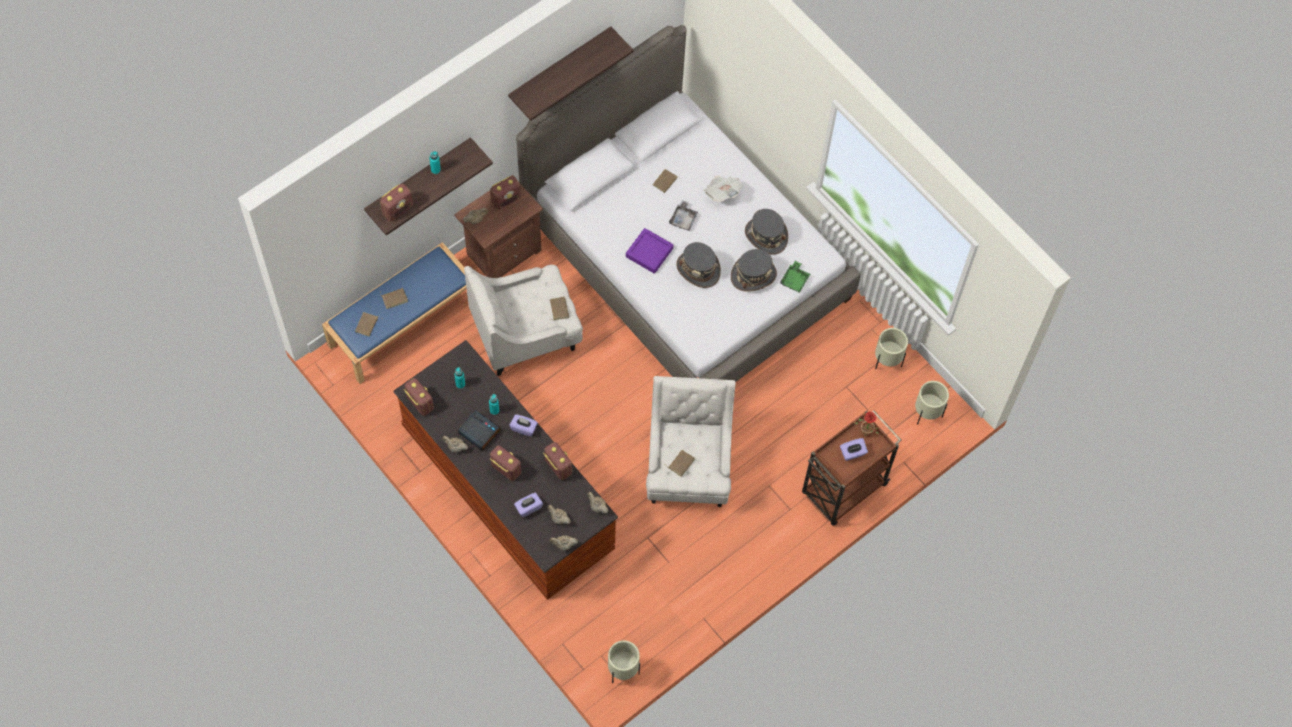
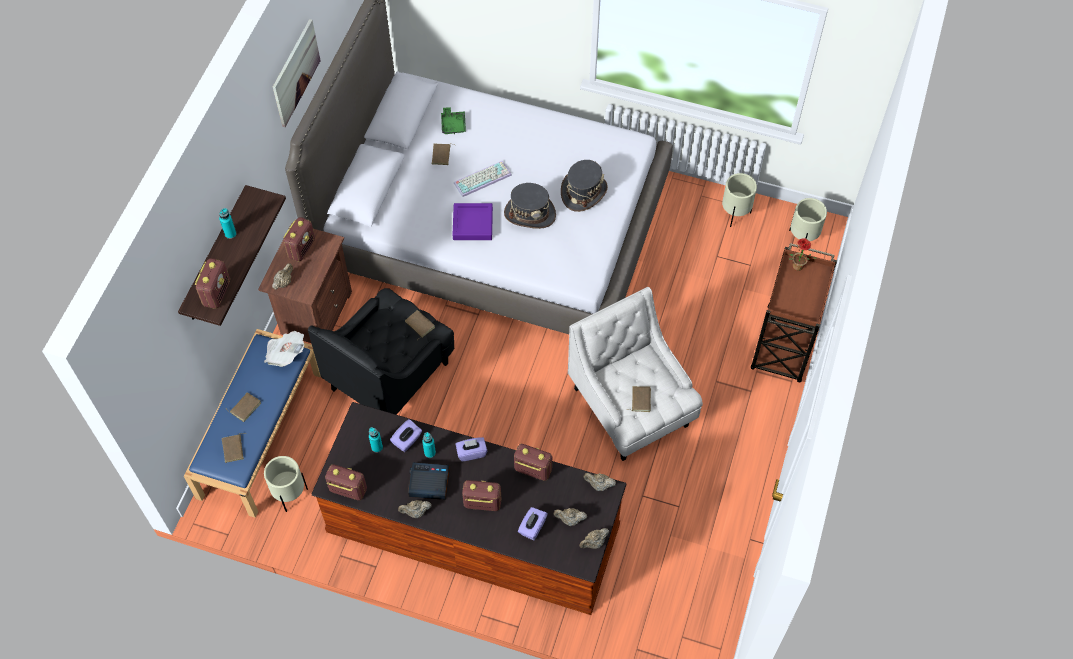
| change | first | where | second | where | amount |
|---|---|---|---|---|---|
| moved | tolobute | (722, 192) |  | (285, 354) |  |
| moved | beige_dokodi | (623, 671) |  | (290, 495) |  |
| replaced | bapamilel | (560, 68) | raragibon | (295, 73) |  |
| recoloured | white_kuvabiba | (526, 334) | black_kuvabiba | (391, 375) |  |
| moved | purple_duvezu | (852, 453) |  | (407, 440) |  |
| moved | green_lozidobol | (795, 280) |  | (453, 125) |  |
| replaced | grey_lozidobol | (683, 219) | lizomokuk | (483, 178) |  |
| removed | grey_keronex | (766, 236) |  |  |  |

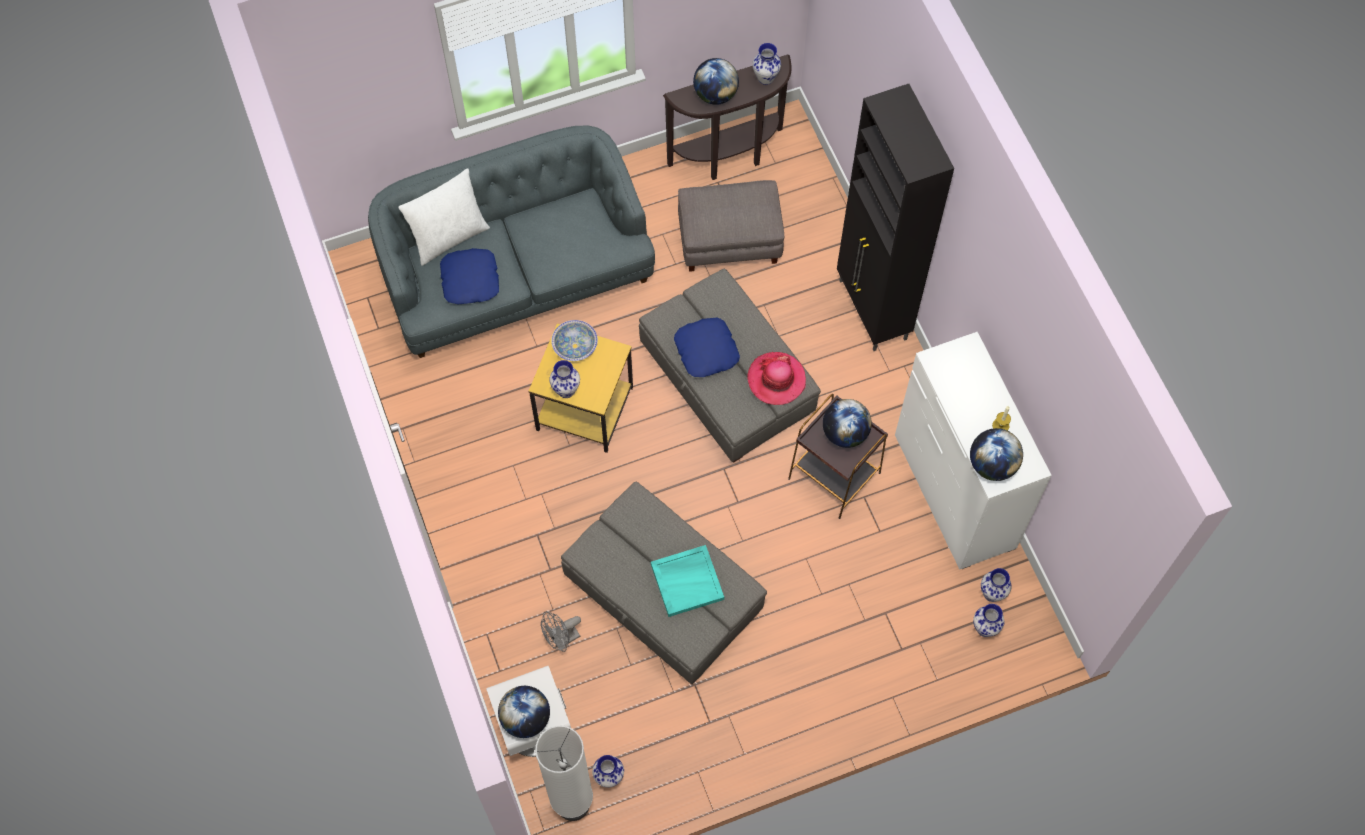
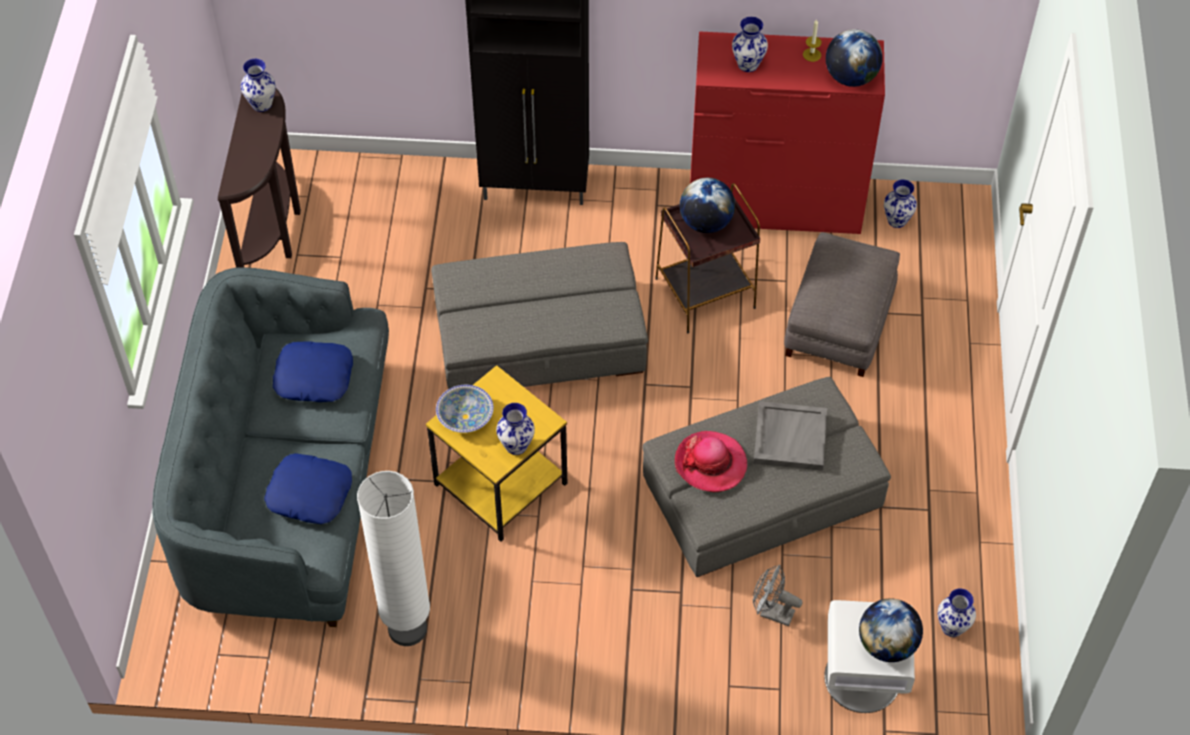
| change | first | where | second | where | amount |
|---|---|---|---|---|---|
| moved | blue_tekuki | (707, 350) |  | (314, 376) |  |
| moved | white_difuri | (573, 804) |  | (407, 629) |  |
| moved | keronex | (776, 379) |  | (710, 463) |  |
| recoloured | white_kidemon | (954, 492) | red_kidemon | (774, 205) |  |
| moved | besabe | (985, 629) |  | (748, 64) |  |
| turned | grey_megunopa | (562, 640) |  | (771, 612) | 120 degrees clockwise |
| recoloured | turquoise_lozidobol | (687, 581) | grey_lozidobol | (789, 437) |  |
| moved | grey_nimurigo | (729, 240) |  | (839, 325) |  |
| removed | white_tekuki | (449, 237) |  |  |  |
| removed | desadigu | (715, 94) |  |  |  |

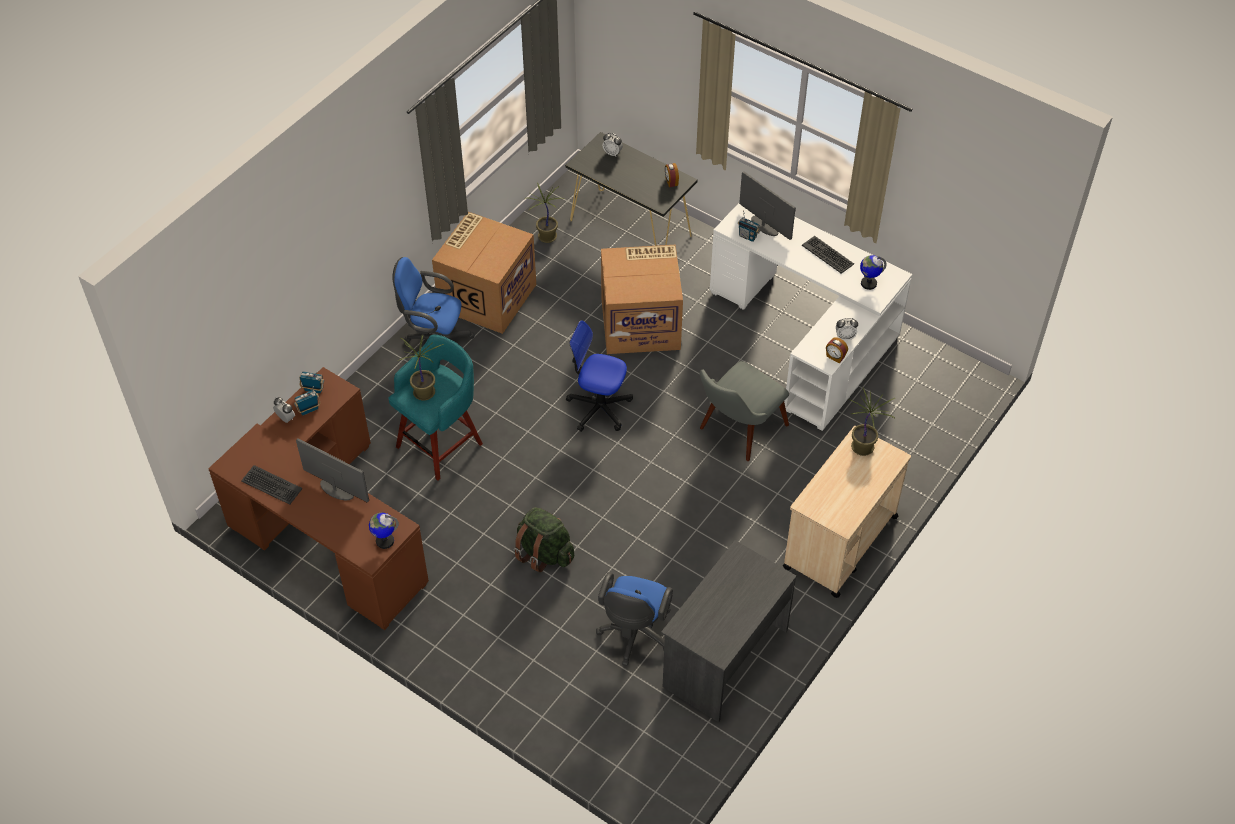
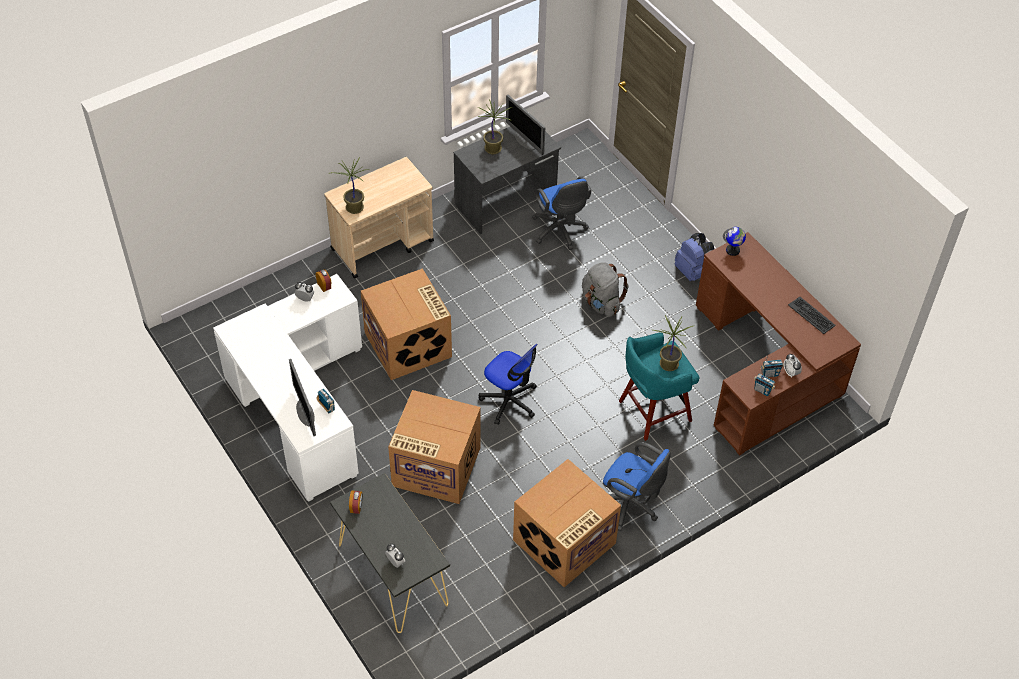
| change | first | where | second | where | amount |
|---|---|---|---|---|---|
| replaced | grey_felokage | (736, 432) | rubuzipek | (409, 345) |  |
| moved | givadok | (546, 237) |  | (494, 149) |  |
| moved | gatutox | (336, 489) |  | (525, 141) |  |
| turned | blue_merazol | (634, 635) |  | (560, 232) | 120 degrees clockwise |
| recoloured | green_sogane | (544, 553) | grey_sogane | (601, 303) |  |
| added |  |  | blue_sogane | (691, 271) |  |
| removed | lizomokuk | (828, 254) |  |  |  |
| removed | desadigu | (868, 283) |  |  |  |

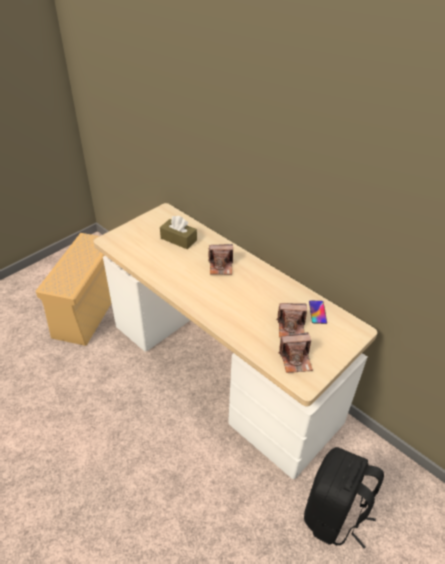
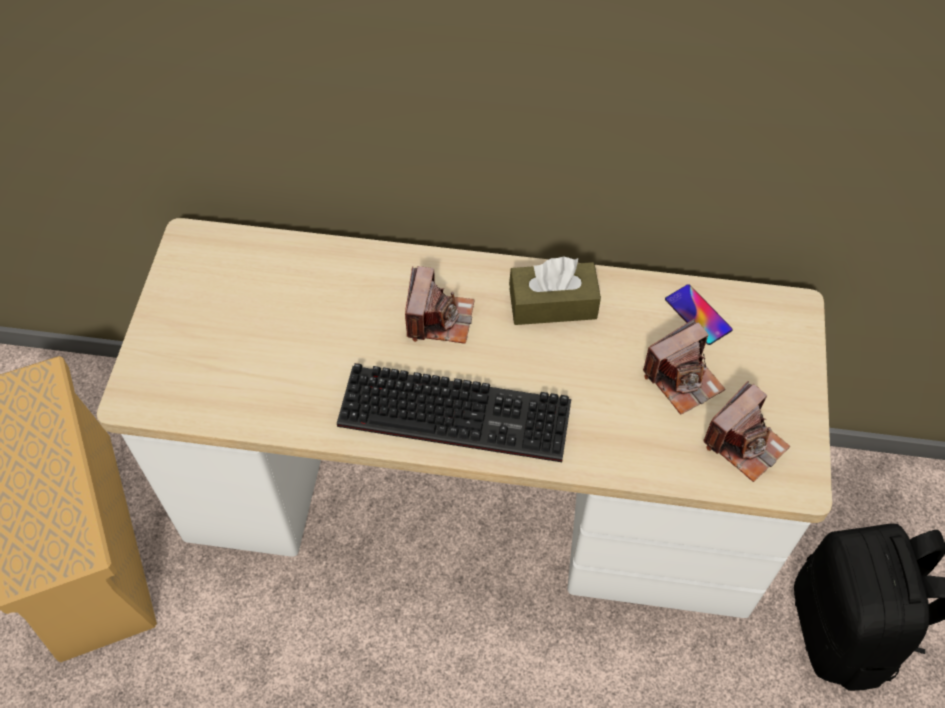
| change | first | where | second | where | amount |
|---|---|---|---|---|---|
| added |  |  | lizomokuk | (459, 411) |  |
| turned | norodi | (221, 266) |  | (439, 318) | 45 degrees counterclockwise |
| moved | brown_duvezu | (178, 239) |  | (552, 304) |  |

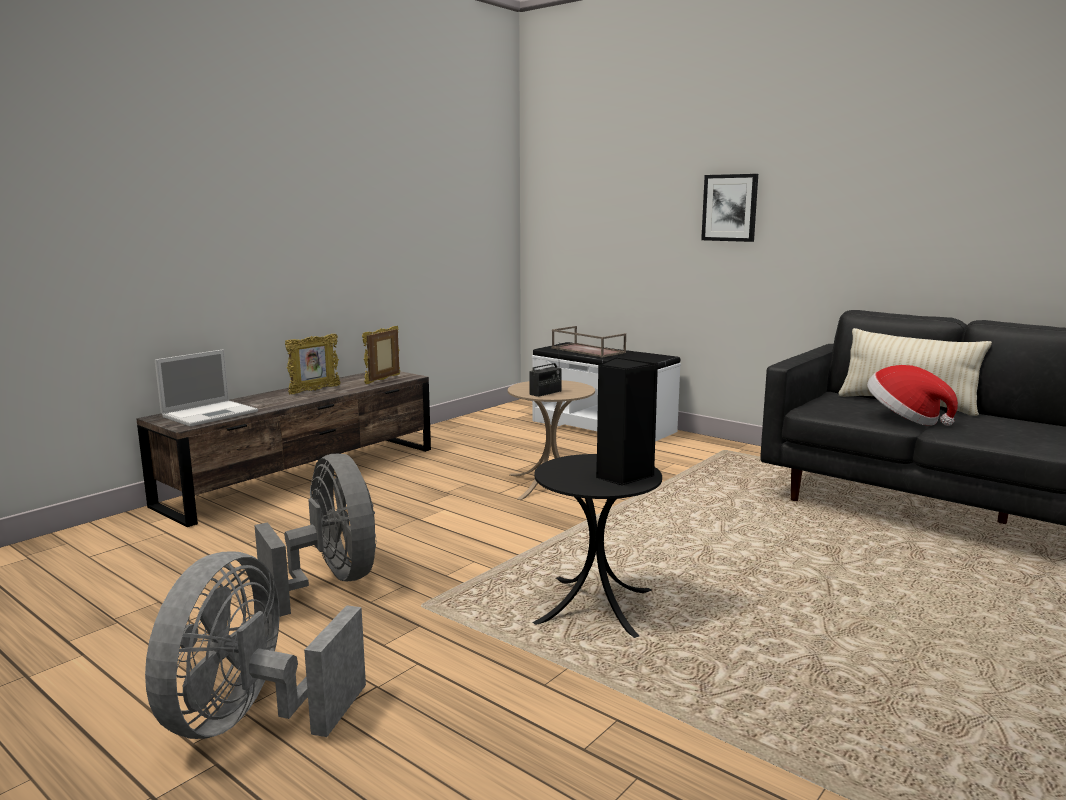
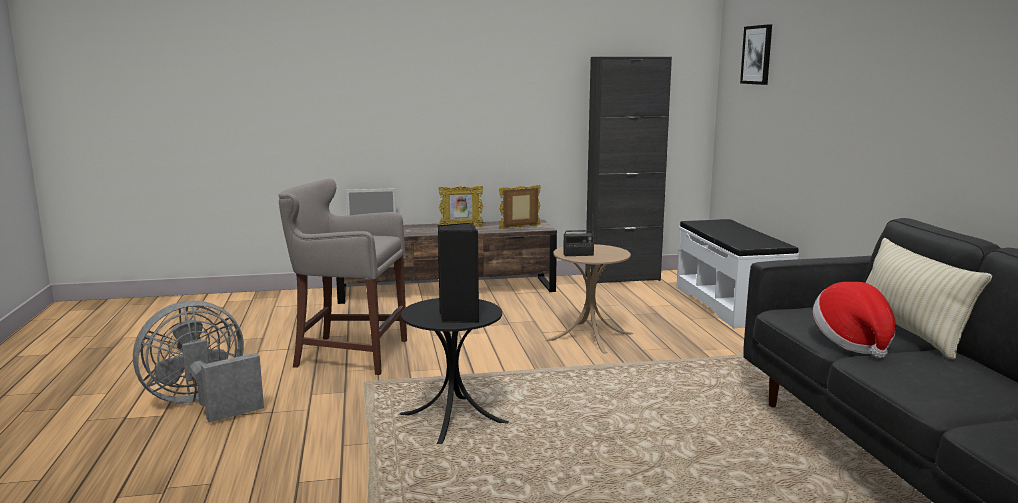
| change | first | where | second | where | amount |
|---|---|---|---|---|---|
| replaced | grey_megunopa | (330, 581) | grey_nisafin | (348, 354) |  |
| added |  |  | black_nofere | (622, 278) |  |
| moved | raragibon | (730, 208) |  | (757, 55) |  |
| removed | brown_lozidobol | (587, 350) |  |  |  |

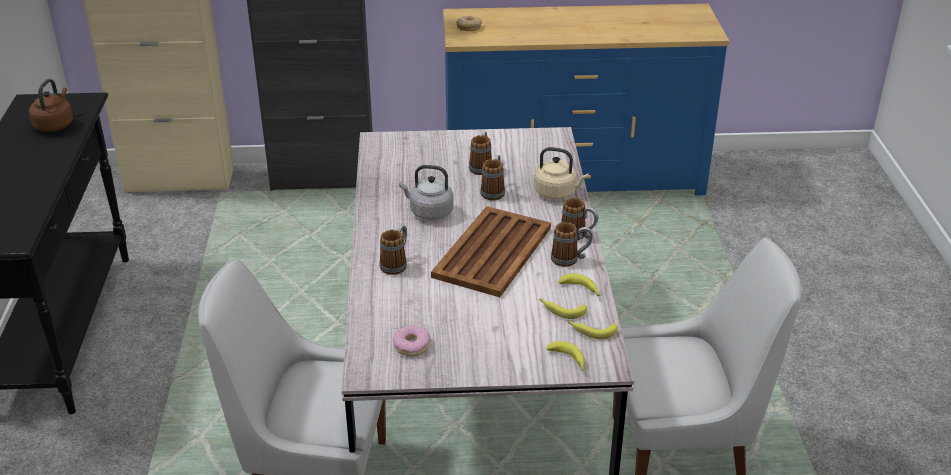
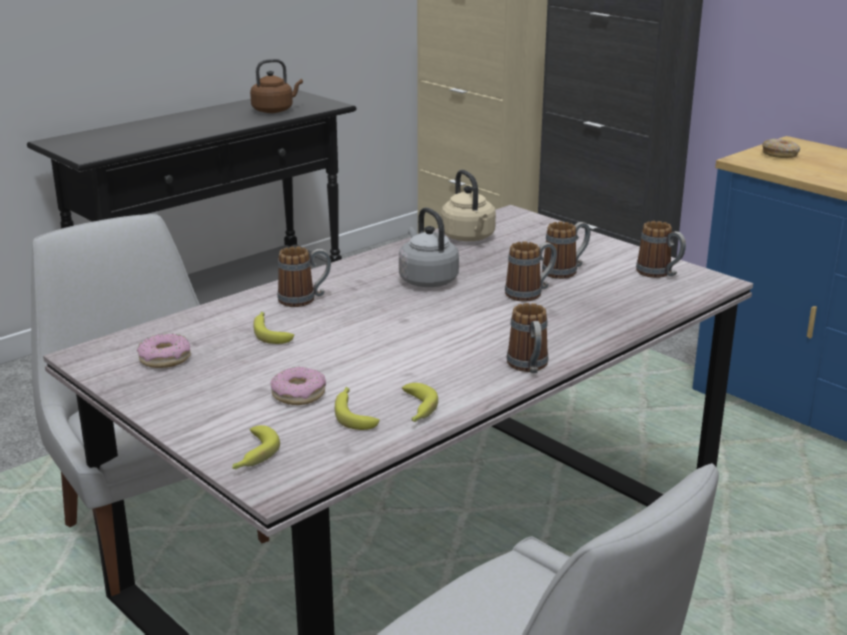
| change | first | where | second | where | amount |
|---|---|---|---|---|---|
| moved | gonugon | (591, 331) |  | (270, 332) |  |
| added |  |  | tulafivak | (299, 394) |  |
| moved | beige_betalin | (557, 193) |  | (469, 238) |  |
| moved | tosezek | (570, 259) |  | (659, 274) |  |
| removed | brown_lozidobol | (493, 251) |  |  |  |

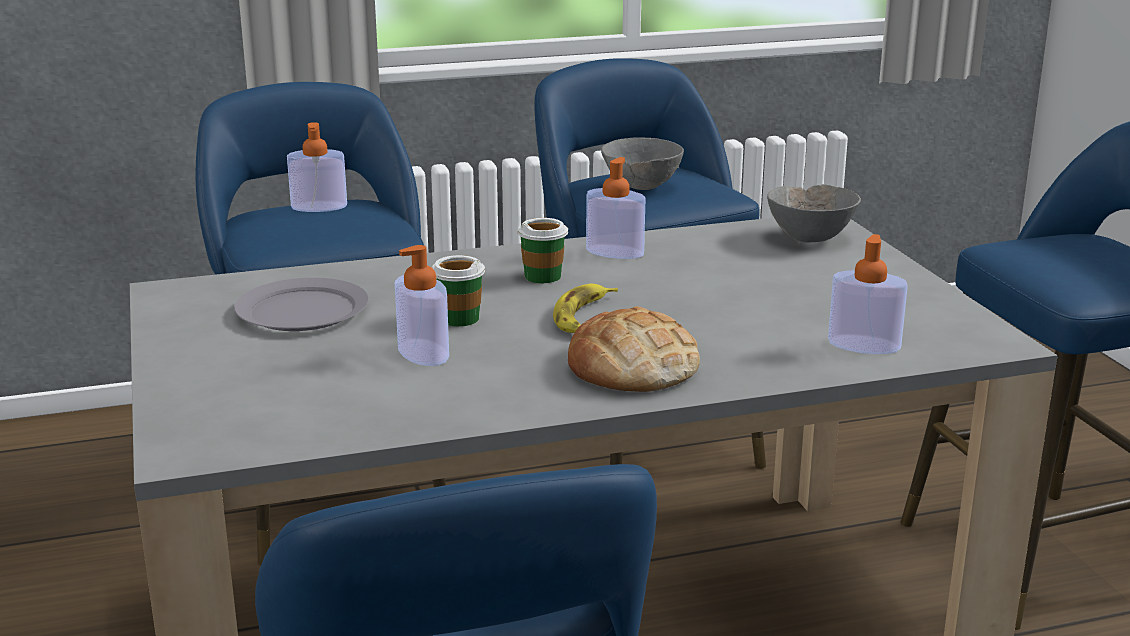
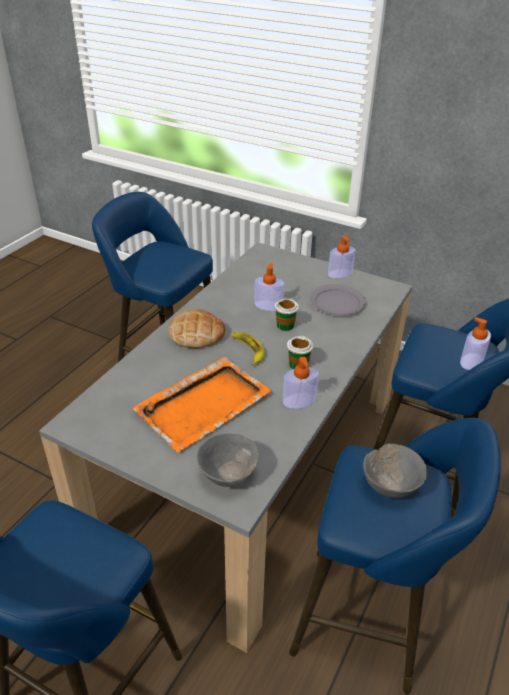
| change | first | where | second | where | amount |
|---|---|---|---|---|---|
| added |  |  | orange_lozidobol | (204, 404) |  |
| moved | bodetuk | (864, 345) |  | (340, 274) |  |

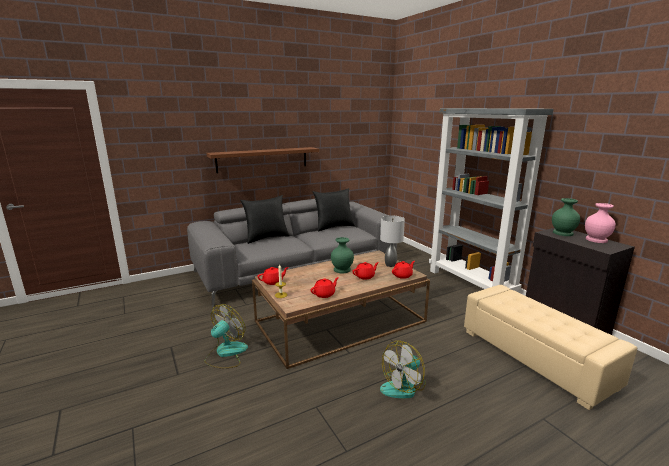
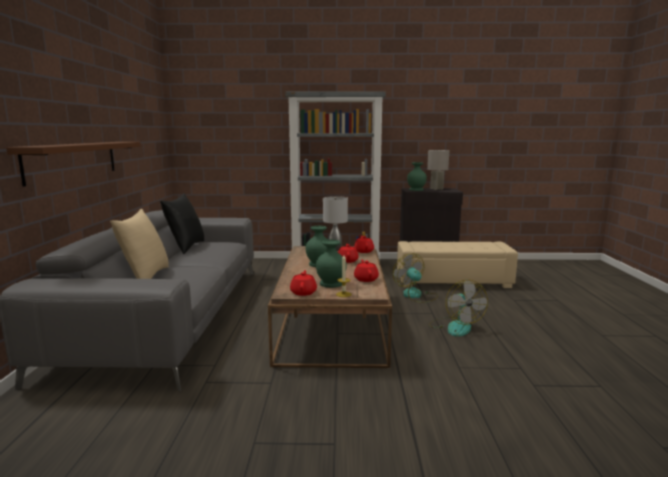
| change | first | where | second | where | amount |
|---|---|---|---|---|---|
| recoloured | black_tekuki | (266, 238) | beige_tekuki | (145, 277) |  |
| added |  |  | green_besabe | (330, 283) |  |
| moved | megunopa | (226, 353) |  | (416, 296) |  |
| replaced | pink_besabe | (596, 240) | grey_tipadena | (436, 189) |  |

